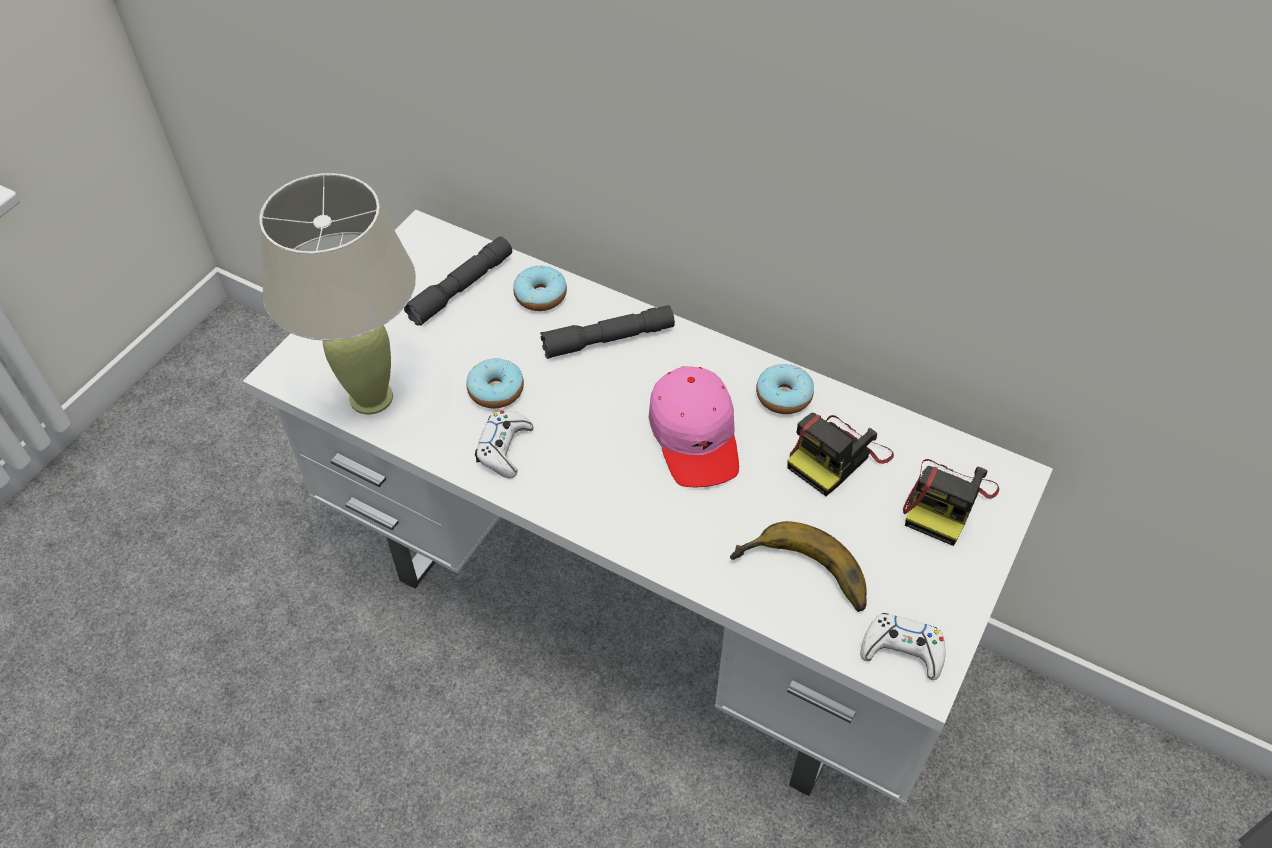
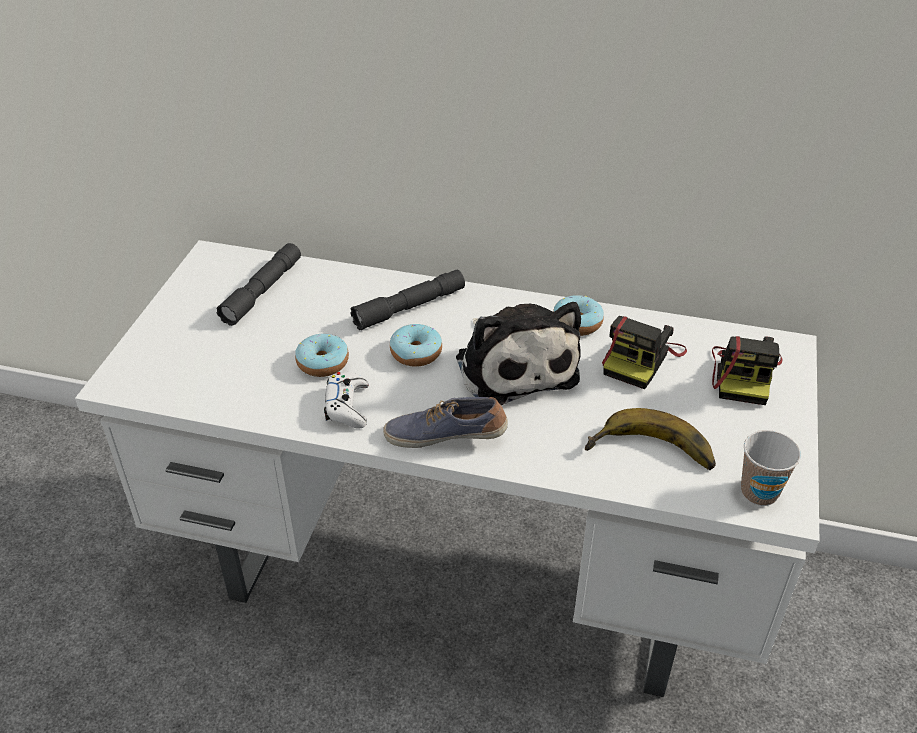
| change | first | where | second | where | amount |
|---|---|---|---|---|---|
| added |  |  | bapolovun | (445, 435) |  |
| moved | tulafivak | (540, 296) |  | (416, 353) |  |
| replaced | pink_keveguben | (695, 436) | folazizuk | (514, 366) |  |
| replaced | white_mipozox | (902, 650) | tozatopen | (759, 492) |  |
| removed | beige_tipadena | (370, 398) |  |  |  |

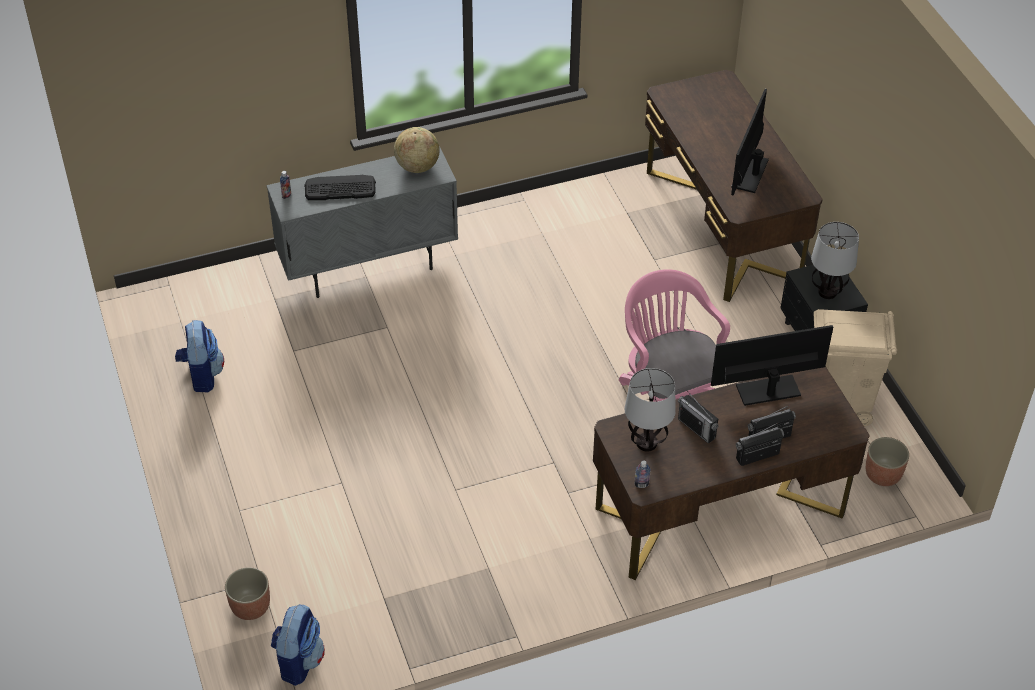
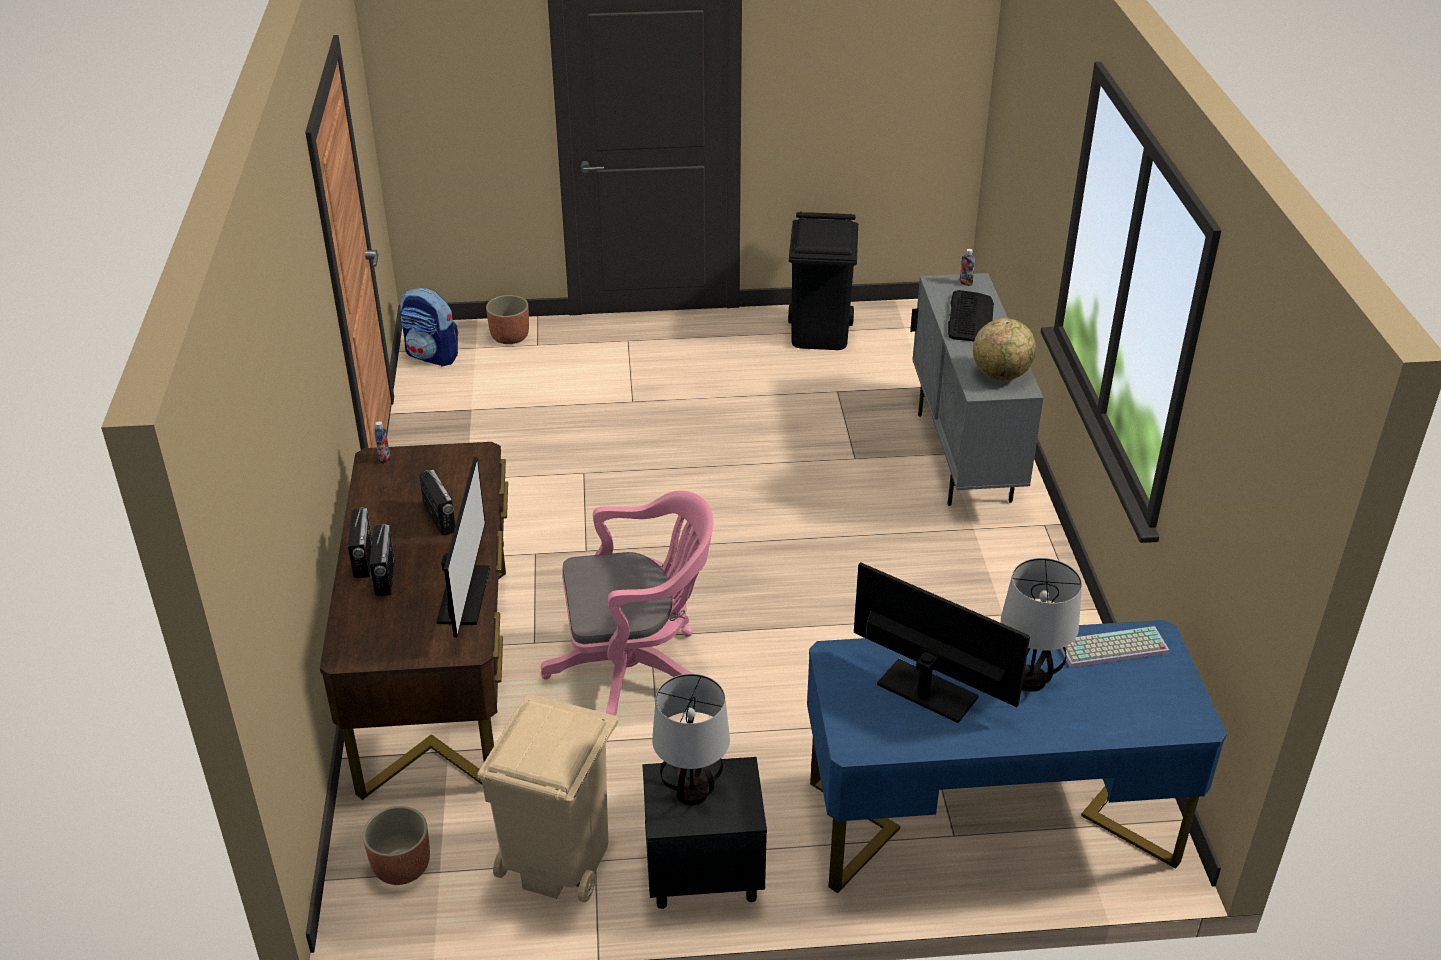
| change | first | where | second | where | amount |
|---|---|---|---|---|---|
| turned | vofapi | (696, 428) |  | (439, 518) | 90 degrees clockwise |
| replaced | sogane | (202, 375) | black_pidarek | (820, 334) |  |
| recoloured | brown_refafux | (721, 225) | blue_refafux | (990, 821) |  |
| moved | tipadena | (647, 443) |  | (1029, 681) |  |
| added |  |  | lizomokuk | (1112, 649) |  |

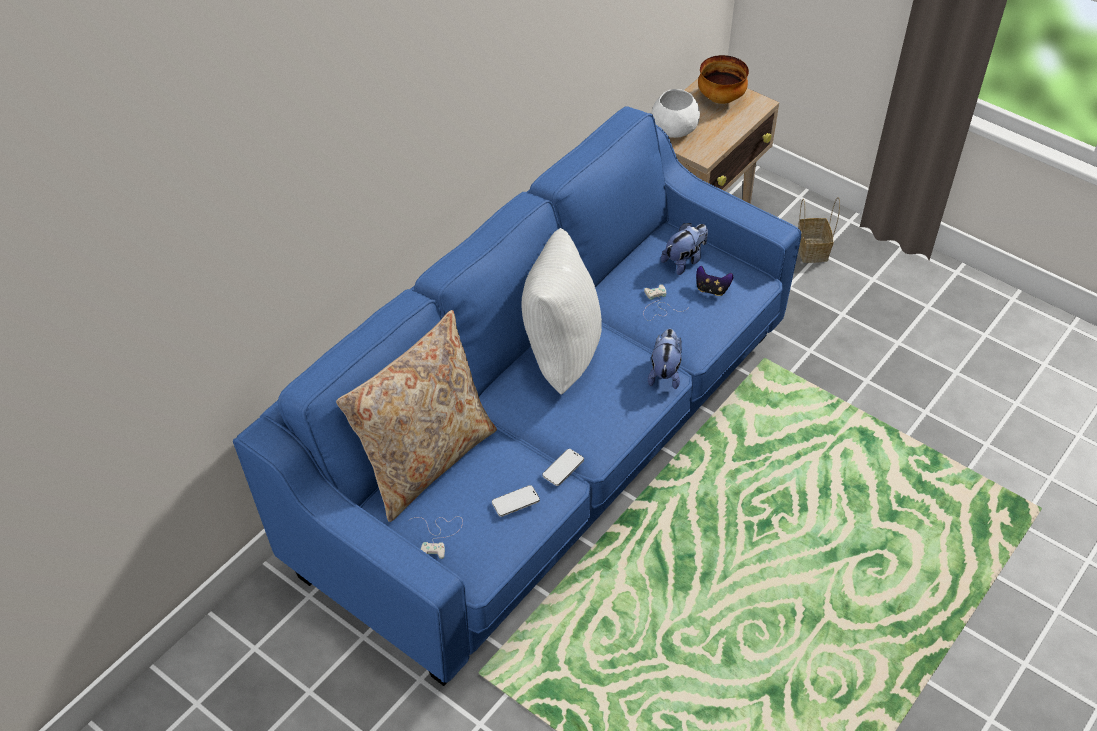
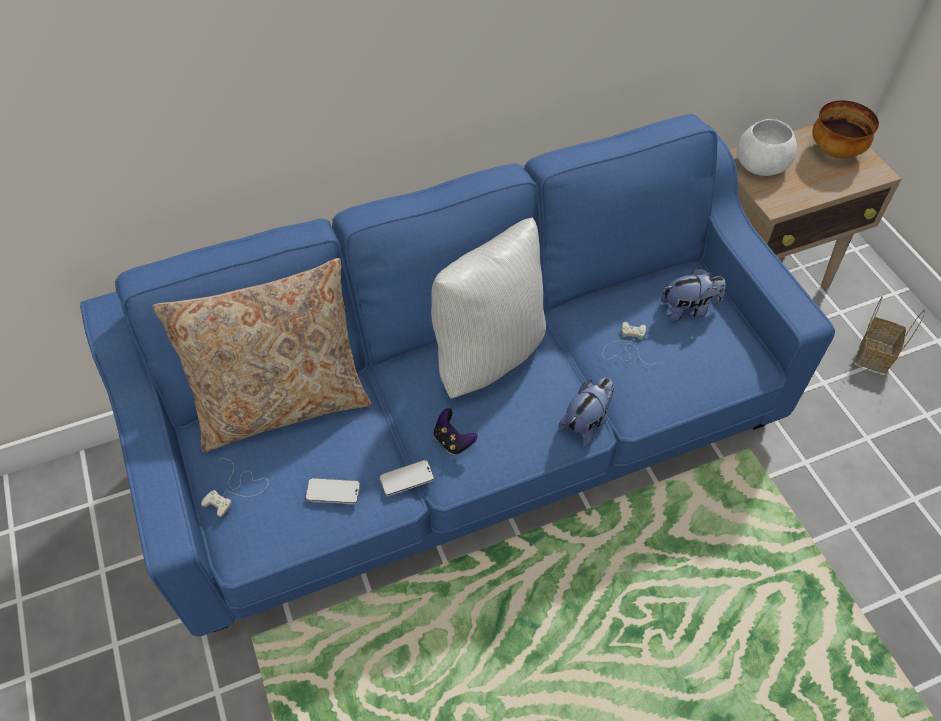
| change | first | where | second | where | amount |
|---|---|---|---|---|---|
| moved | mipozox | (711, 289) |  | (453, 441) |  |

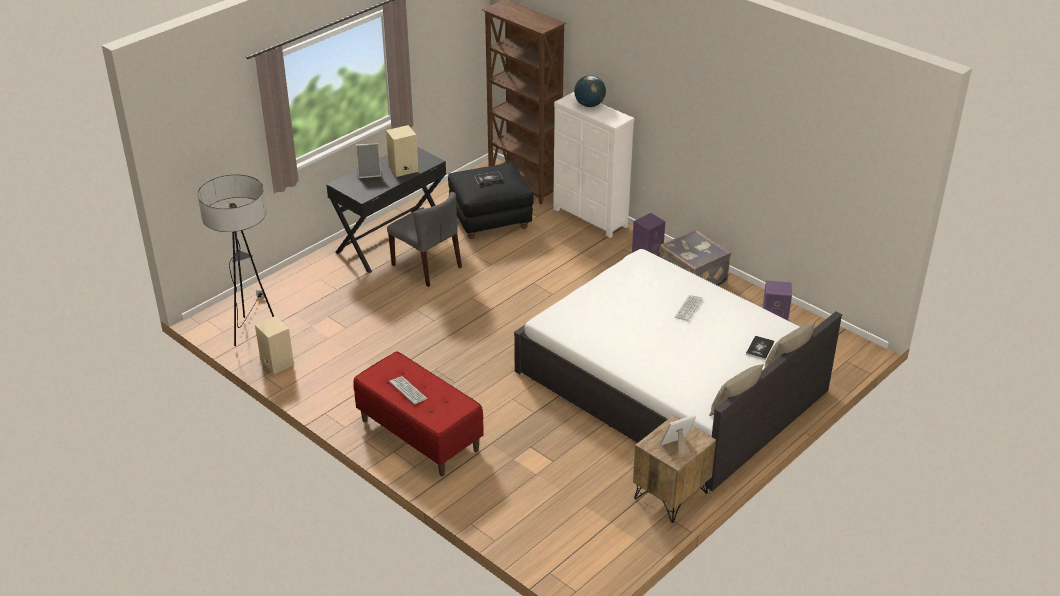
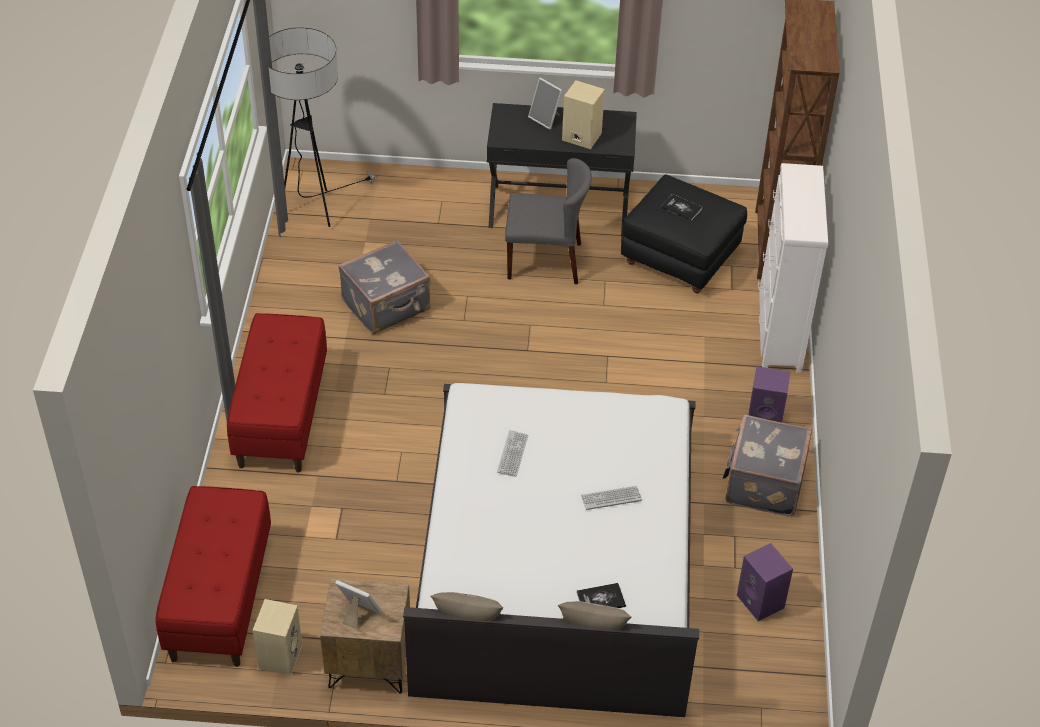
| change | first | where | second | where | amount |
|---|---|---|---|---|---|
| added |  |  | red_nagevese | (219, 598) |  |
| moved | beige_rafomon | (276, 363) |  | (280, 655) |  |
| added |  |  | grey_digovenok | (387, 306) |  |
| moved | lizomokuk | (408, 390) |  | (512, 454) |  |
| turned | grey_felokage | (427, 266) |  | (545, 261) | 90 degrees counterclockwise |
| removed | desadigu | (589, 105) |  |  |  |

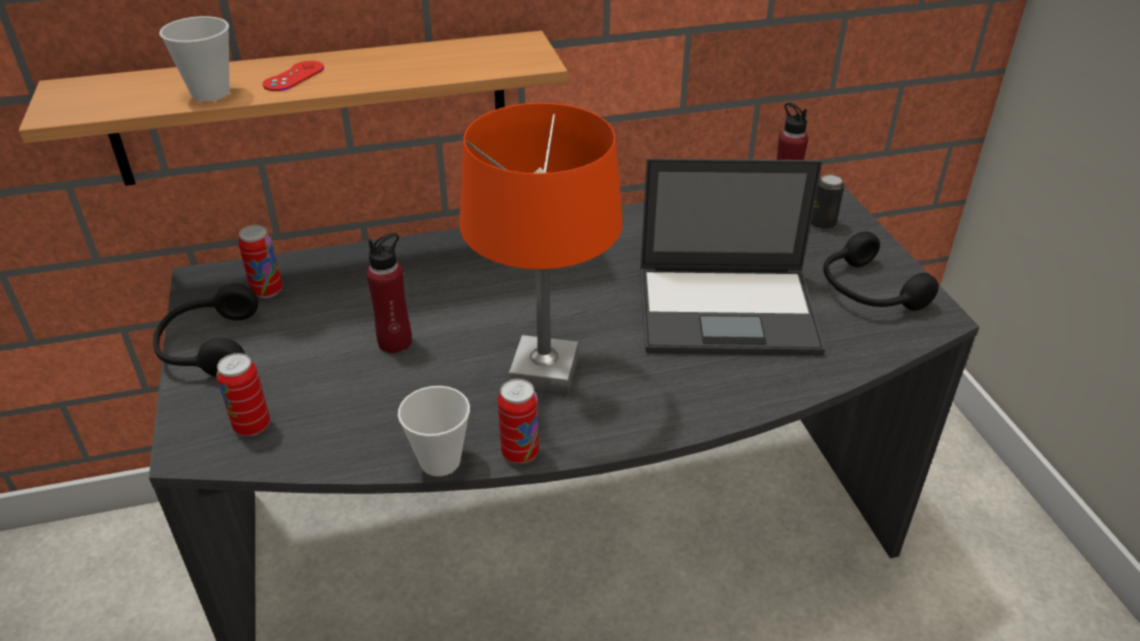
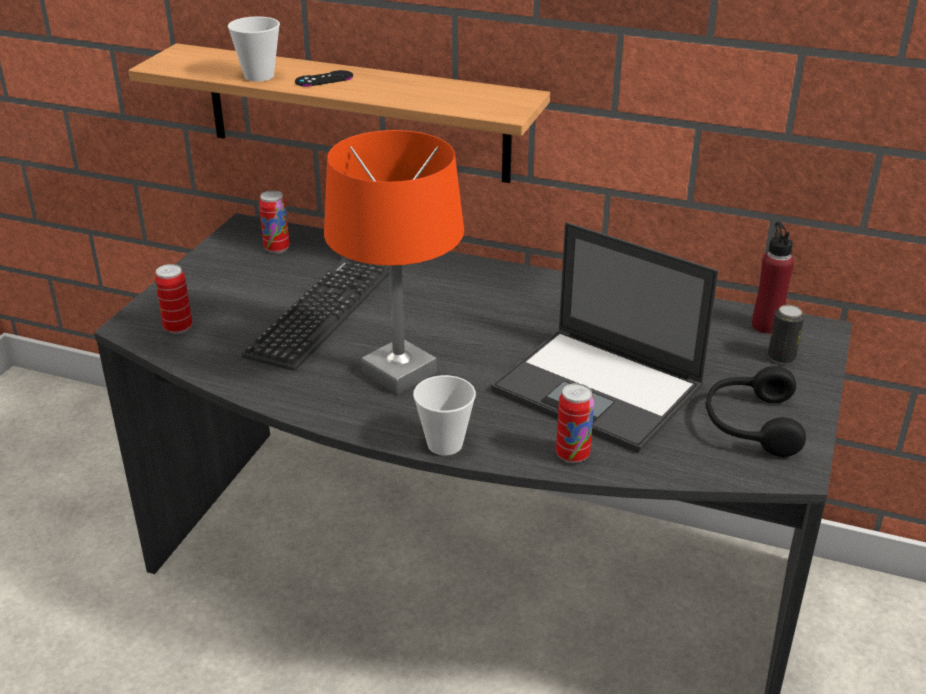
| change | first | where | second | where | amount |
|---|---|---|---|---|---|
| replaced | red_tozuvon | (395, 342) | lizomokuk | (321, 312) |  |
| recoloured | red_mipozox | (294, 76) | black_mipozox | (324, 79) |  |
| moved | tozatopen | (440, 461) |  | (445, 444) |  |
| moved | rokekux | (520, 453) |  | (572, 455) |  |
| removed | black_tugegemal | (208, 346) |  |  |  |

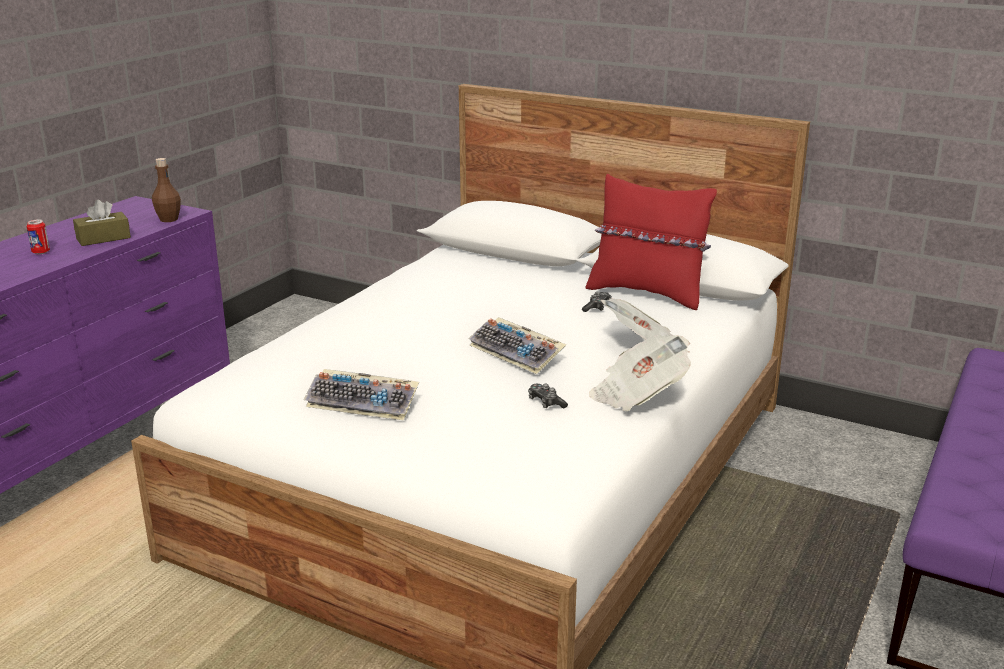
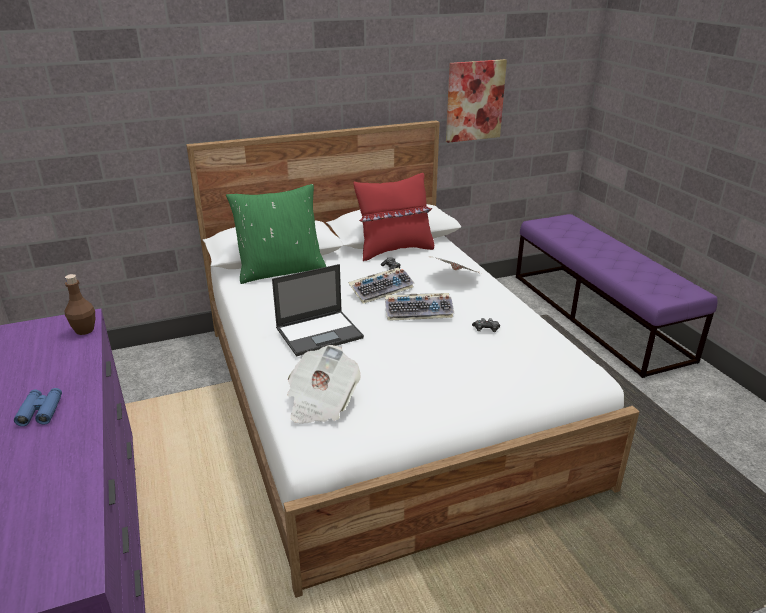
| change | first | where | second | where | amount |
|---|---|---|---|---|---|
| replaced | rokekux | (41, 252) | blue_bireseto | (41, 411) |  |
| added |  |  | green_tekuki | (281, 270) |  |
| added |  |  | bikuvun | (320, 333) |  |
| moved | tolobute | (638, 395) |  | (321, 402) |  |
| moved | lizomokuk | (364, 403) |  | (381, 289) |  |
| added |  |  | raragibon | (474, 101) |  |
| removed | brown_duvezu | (103, 238) |  |  |  |

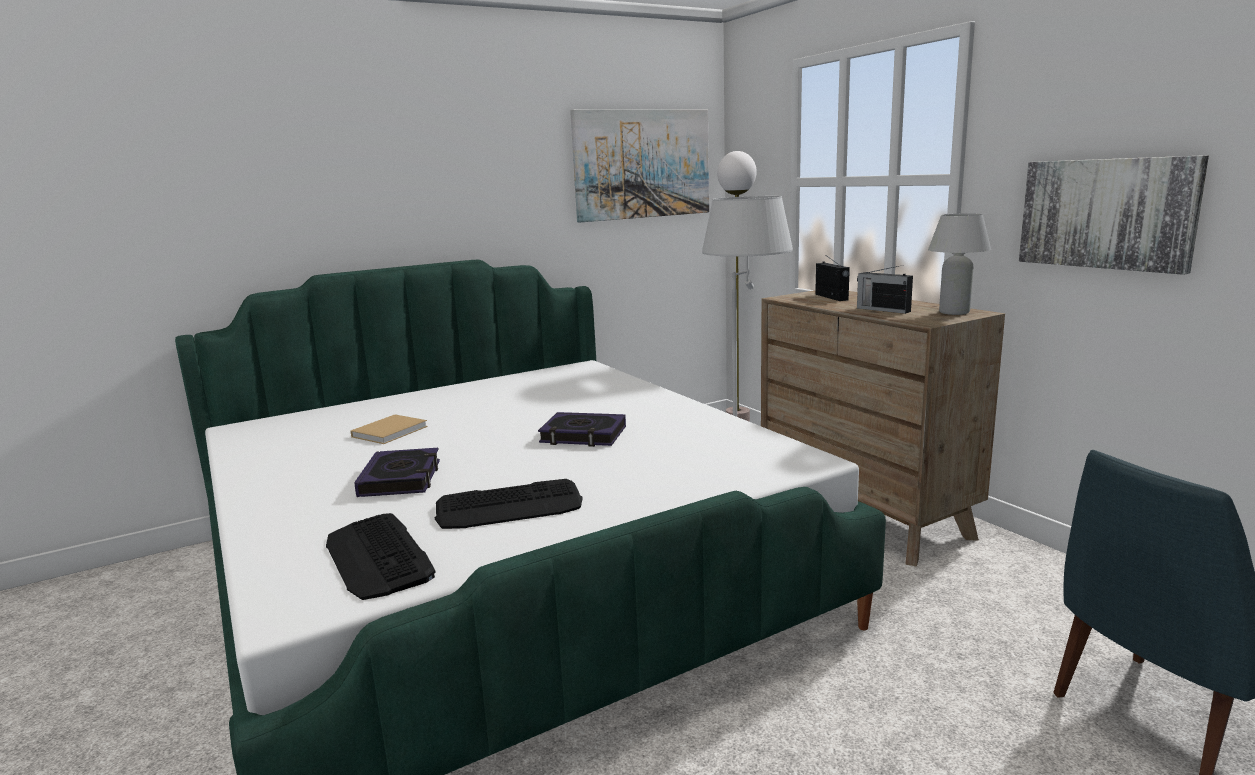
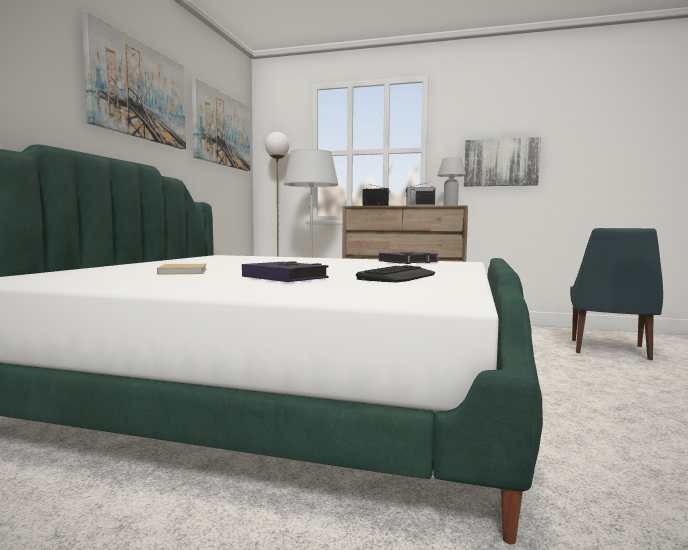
| change | first | where | second | where | amount |
|---|---|---|---|---|---|
| added |  |  | raragibon | (139, 90) |  |
| moved | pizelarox | (583, 435) |  | (408, 262) |  |
| removed | lizomokuk | (378, 557) |  |  |  |

